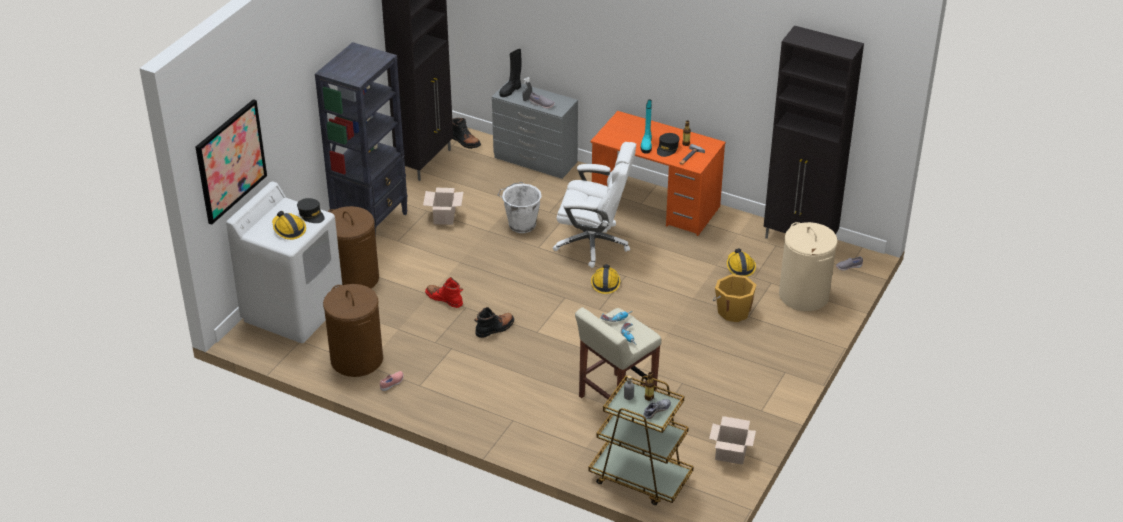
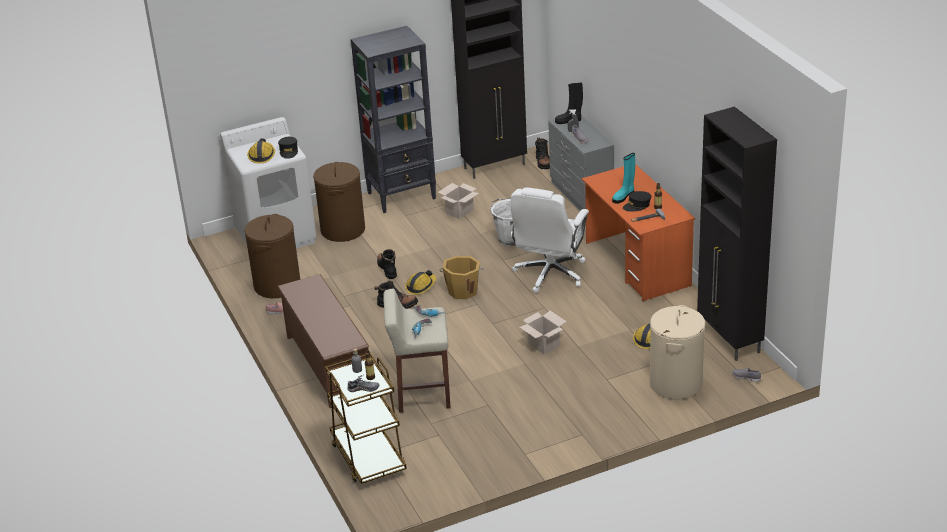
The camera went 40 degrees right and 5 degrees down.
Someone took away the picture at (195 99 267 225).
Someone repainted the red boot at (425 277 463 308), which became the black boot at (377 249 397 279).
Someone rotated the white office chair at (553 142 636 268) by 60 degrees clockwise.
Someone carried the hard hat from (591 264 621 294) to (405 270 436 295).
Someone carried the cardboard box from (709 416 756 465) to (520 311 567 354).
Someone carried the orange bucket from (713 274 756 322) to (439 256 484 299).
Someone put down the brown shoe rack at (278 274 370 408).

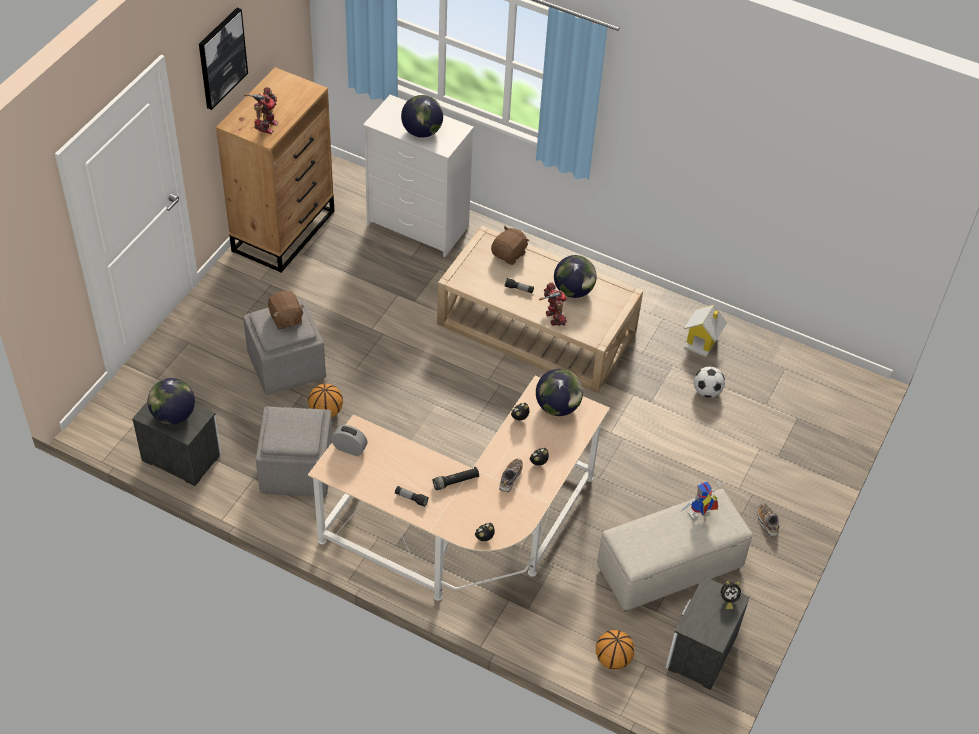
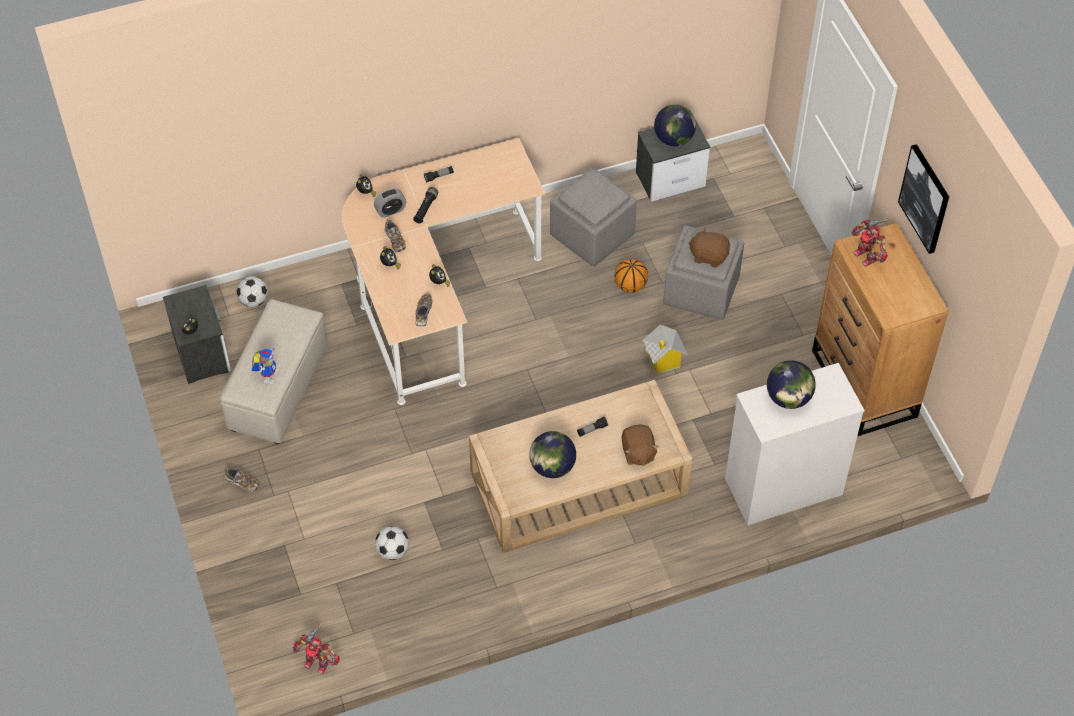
The camera went 135 degrees right and 5 degrees up.
Someone carried the alarm clock from (331 425 367 456) to (374 188 406 218).
Someone swapped the globe at (536 369 583 416) for the shoe at (416 293 432 326).
Someone carried the toy robot from (539 282 567 326) to (293 624 340 674).
Someone swapped the basketball at (596 630 635 670) for the football at (237 276 268 307).
Someone carried the toy house from (684 305 727 357) to (643 325 687 374).

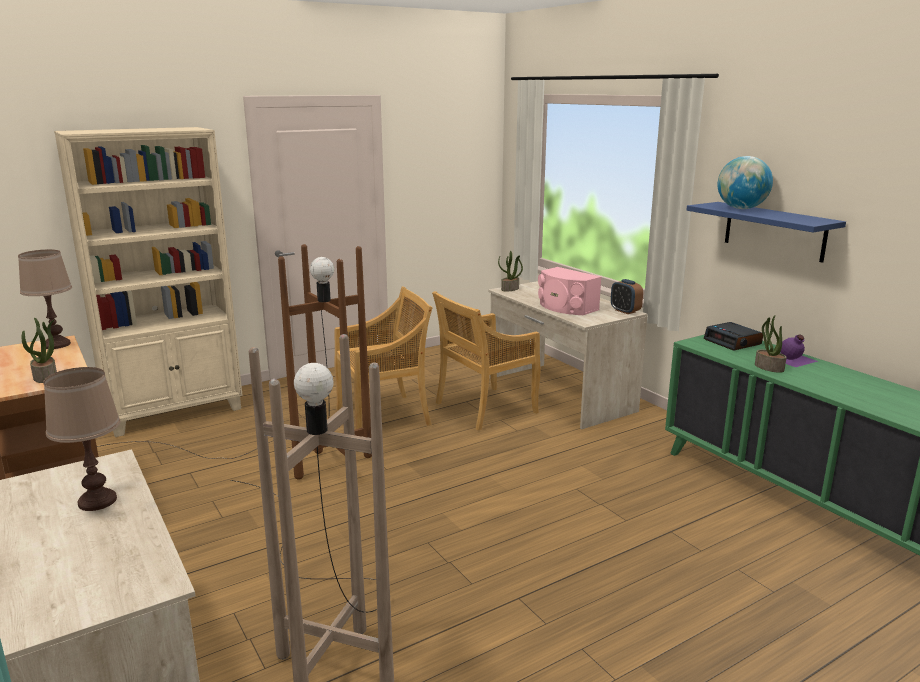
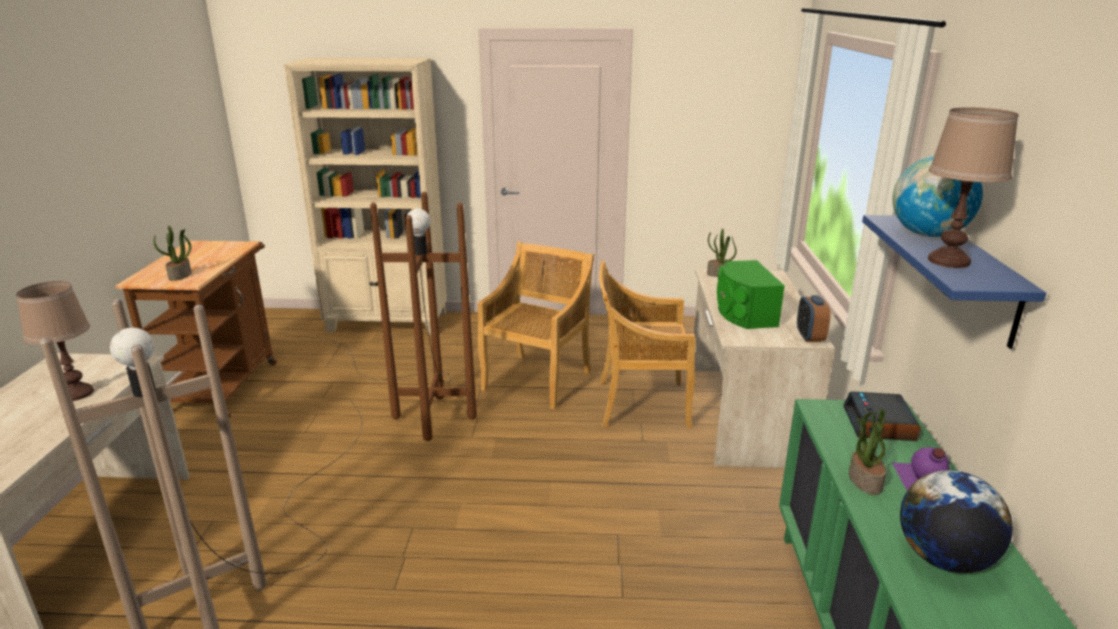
The camera went 35 degrees right and 5 degrees up.
Someone carried the brown table lamp from (18 250 72 349) to (928 107 1019 268).
Someone rotated the beige chair at (334 286 433 429) by 75 degrees counterclockwise.
Someone repainted the pink speaker at (538 267 602 315), which became the green speaker at (717 260 785 329).
Someone put down the globe at (900 470 1013 573).

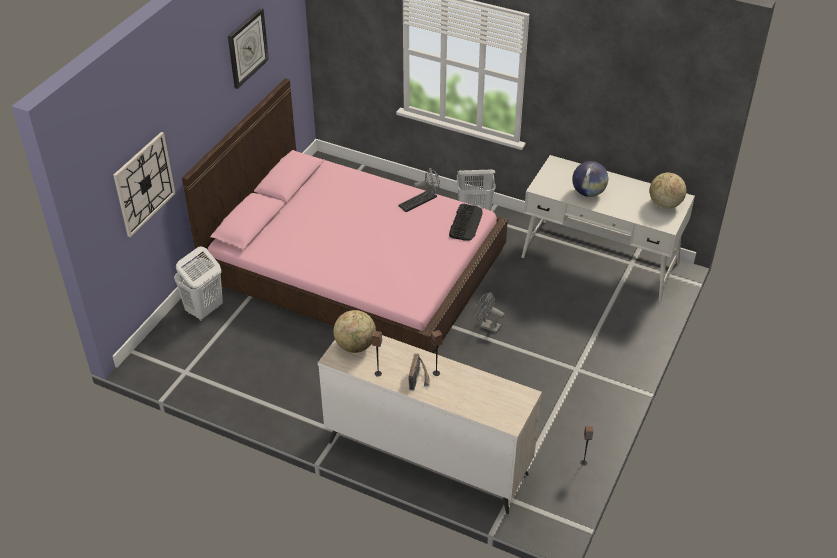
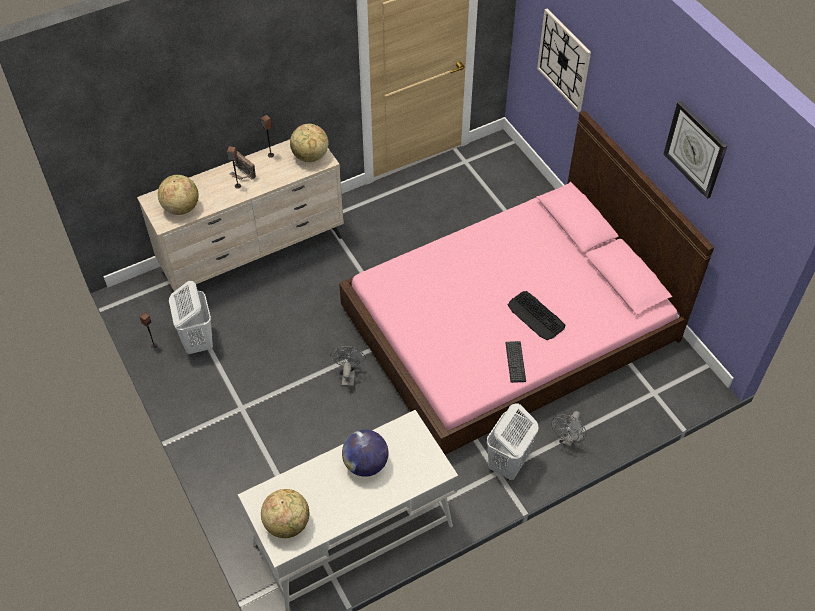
The camera went 125 degrees right and 10 degrees up.
Someone carried the white laundry basket from (174 247 223 321) to (169 281 213 354).
Someone carried the keyboard from (449 204 483 240) to (508 291 566 340).
Someone rotated the grey fan at (475 292 504 333) by 60 degrees counterclockwise.
Someone put down the globe at (158 175 199 215).

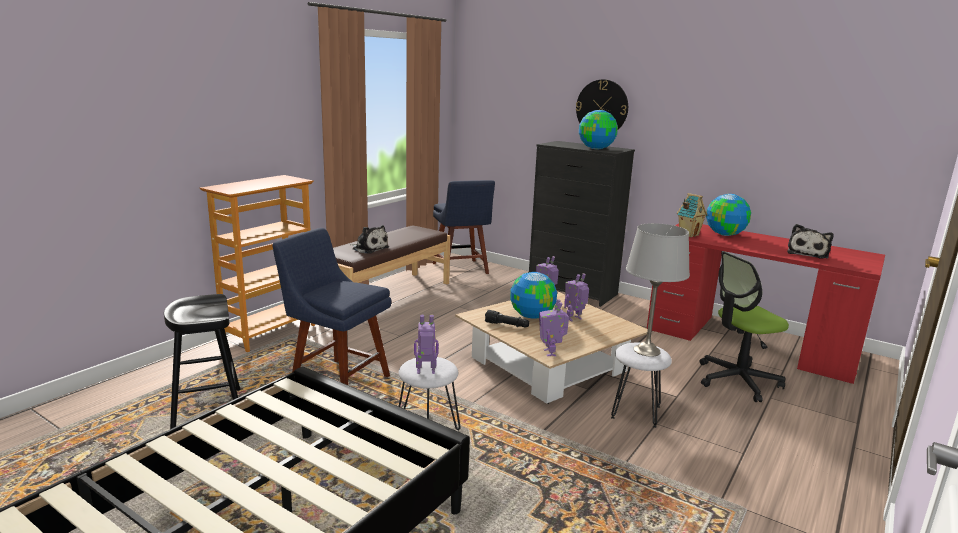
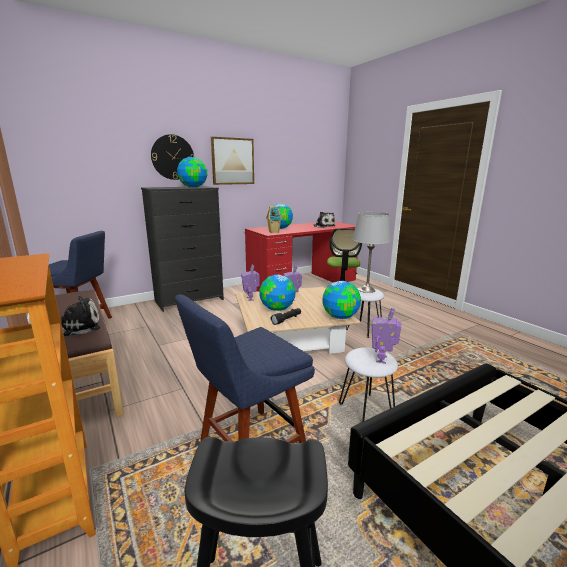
The camera went 65 degrees left and 0 degrees up.
Someone swapped the toy robot at (539 299 569 356) for the globe at (322 281 361 319).
Someone put up the picture at (211 137 254 185).

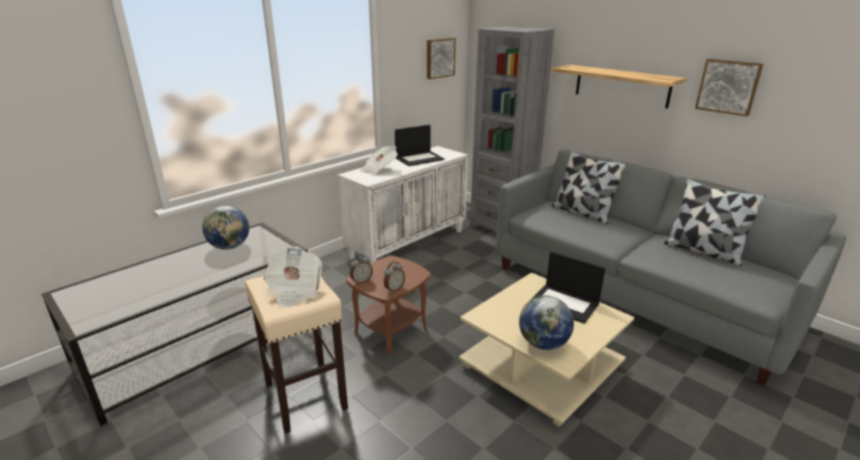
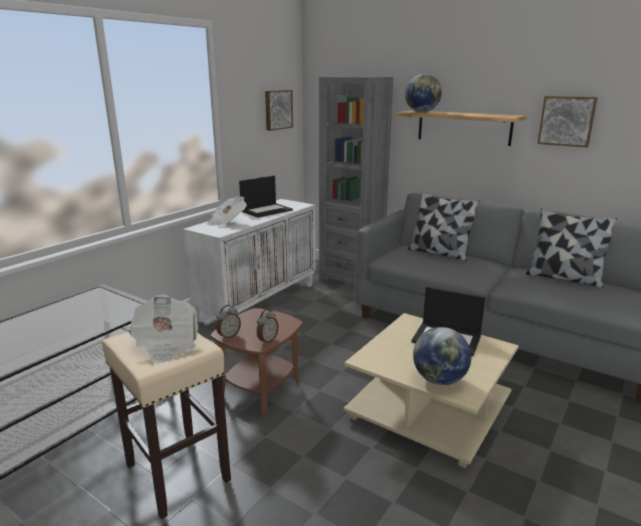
The camera went 10 degrees left and 5 degrees down.
Someone carried the globe from (202 206 249 250) to (405 74 442 112).

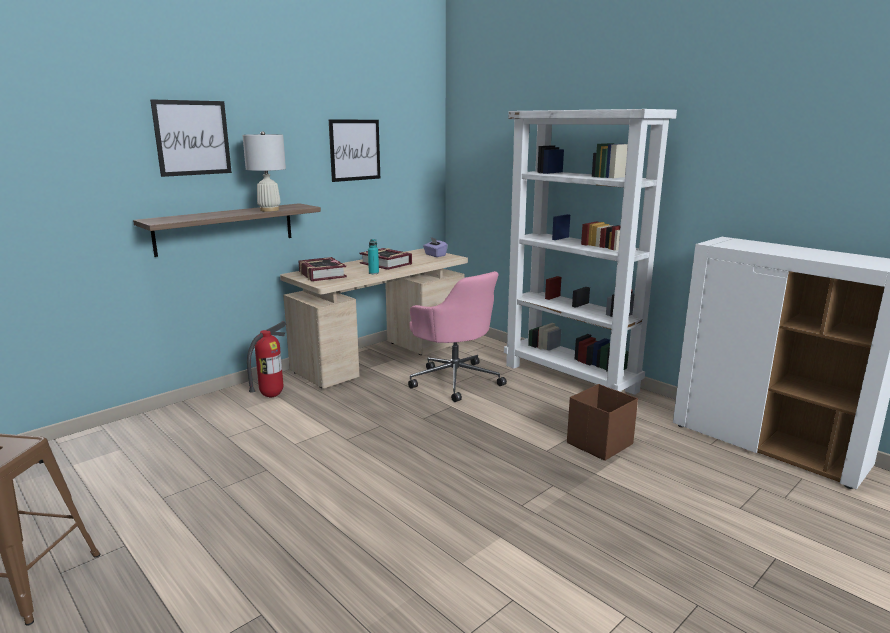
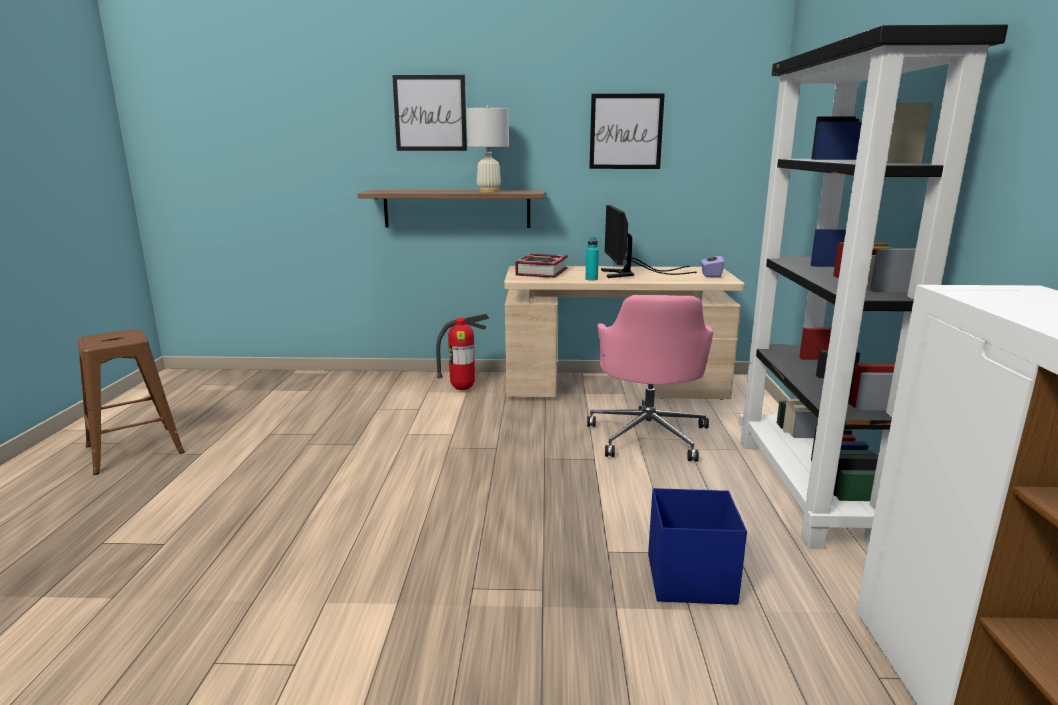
The camera went 45 degrees right and 0 degrees up.
Someone swapped the book at (359 248 412 270) for the monitor at (601 205 697 278).
Someone repainted the white bookcase at (504 109 677 395), which became the black bookcase at (739 25 1008 548).
Someone repainted the brown storage box at (567 384 638 461), which became the blue storage box at (648 488 747 605).

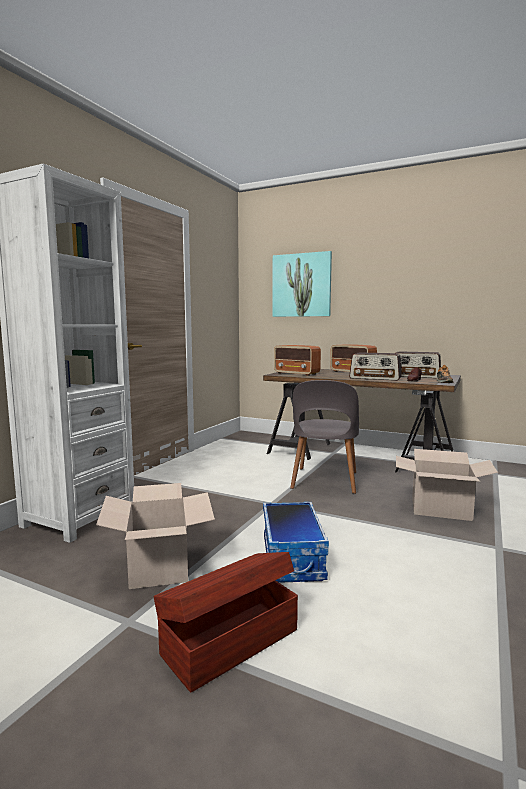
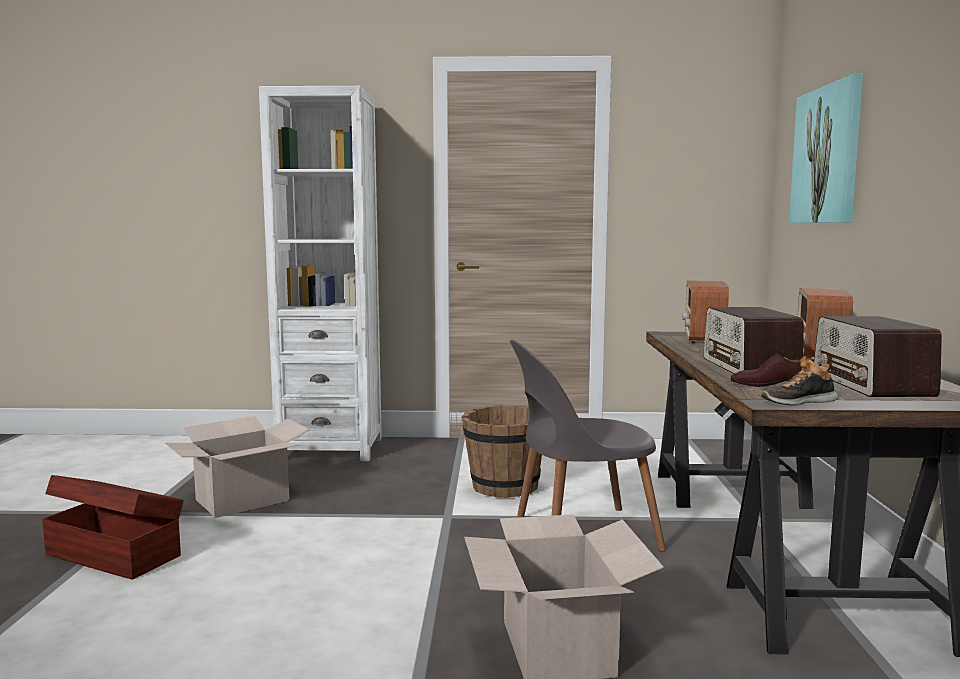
The camera went 65 degrees right and 0 degrees up.
Someone took away the storage box at (263 502 329 583).
Someone put down the brown bucket at (462 405 542 498).

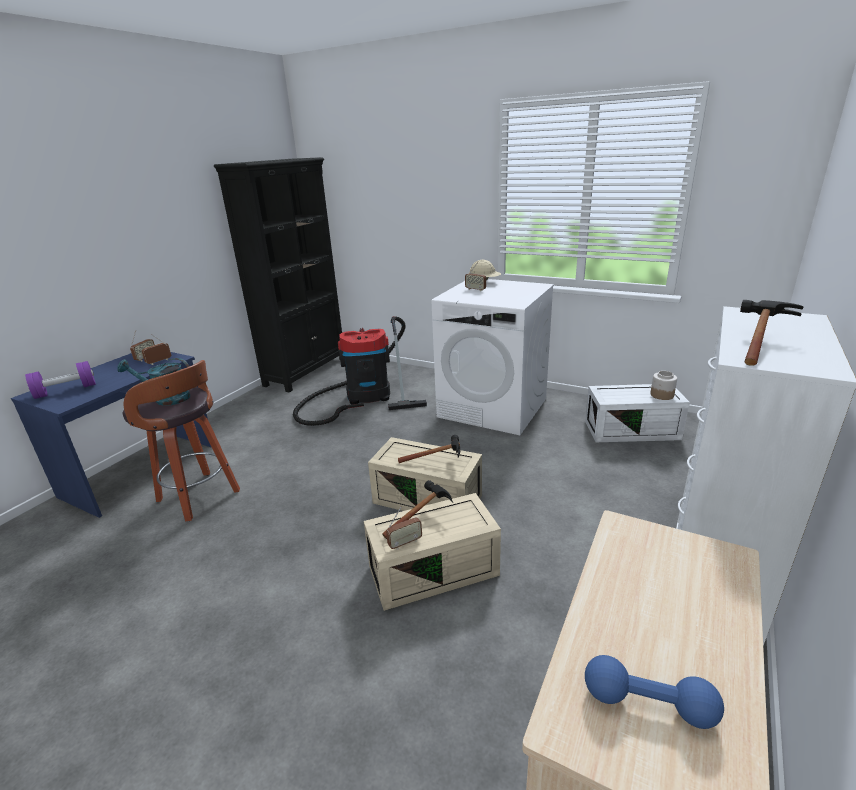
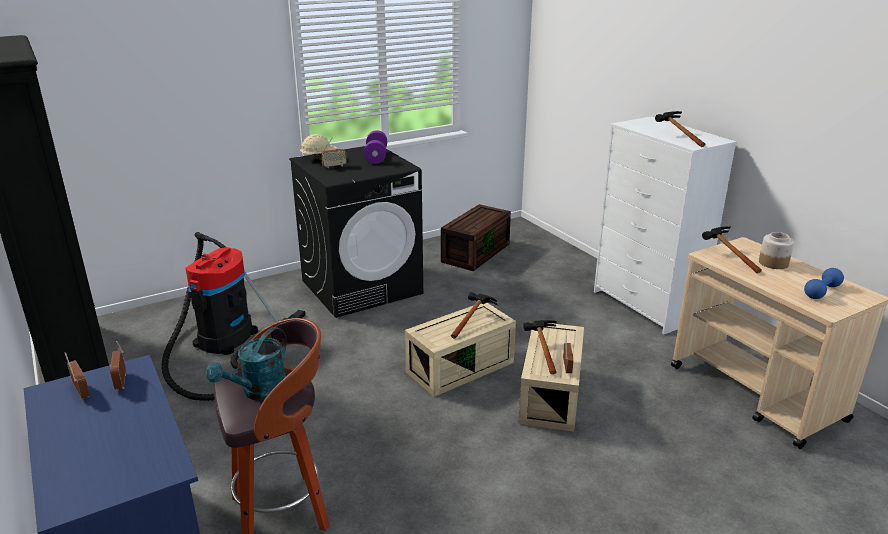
The camera went 60 degrees left and 0 degrees up.
Someone carried the purple dumbbell from (25 361 96 399) to (364 130 387 164).
Someone repainted the white washing machine at (431 279 554 435), which became the black washing machine at (289 146 423 318).
Someone repainted the white storage box at (585 384 690 442), which became the brown storage box at (441 204 511 271).
Someone carried the jar from (650 371 677 400) to (759 232 794 269).
Someone put down the hammer at (702 226 762 274).

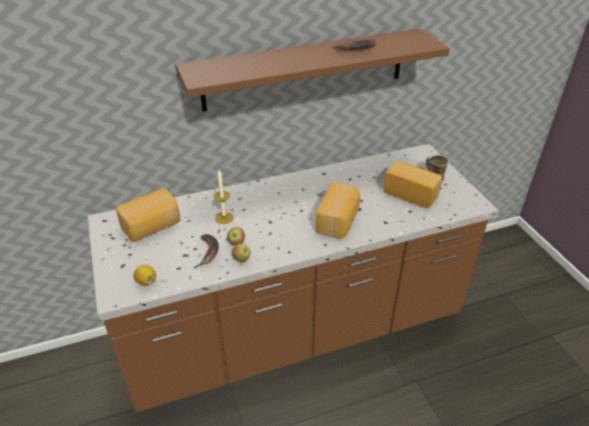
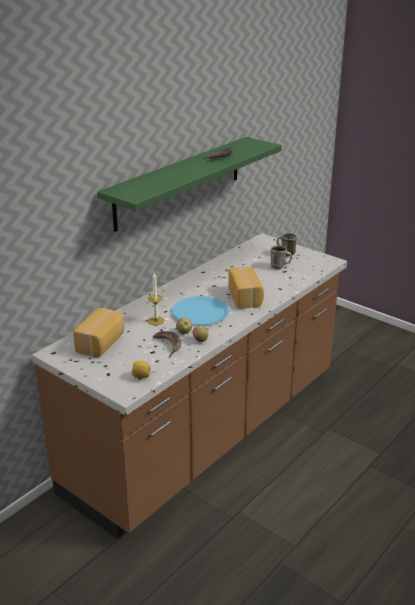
The camera went 30 degrees left and 10 degrees down.
Someone repainted the brown shelf at (175 29 450 111), which became the green shelf at (97 137 282 232).
Someone swapped the bread at (383 161 442 208) for the mug at (271 245 292 269).
Someone put down the blue plate at (172 296 229 325).

